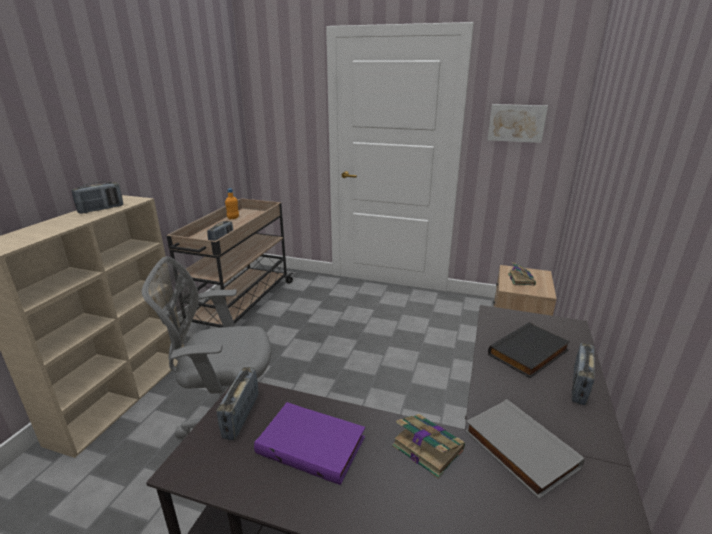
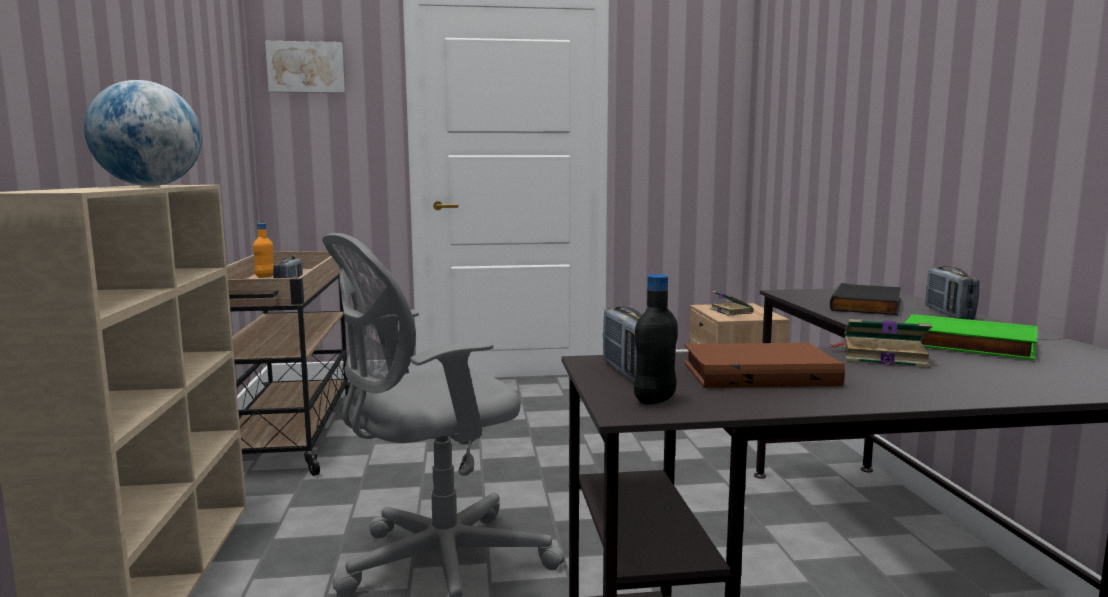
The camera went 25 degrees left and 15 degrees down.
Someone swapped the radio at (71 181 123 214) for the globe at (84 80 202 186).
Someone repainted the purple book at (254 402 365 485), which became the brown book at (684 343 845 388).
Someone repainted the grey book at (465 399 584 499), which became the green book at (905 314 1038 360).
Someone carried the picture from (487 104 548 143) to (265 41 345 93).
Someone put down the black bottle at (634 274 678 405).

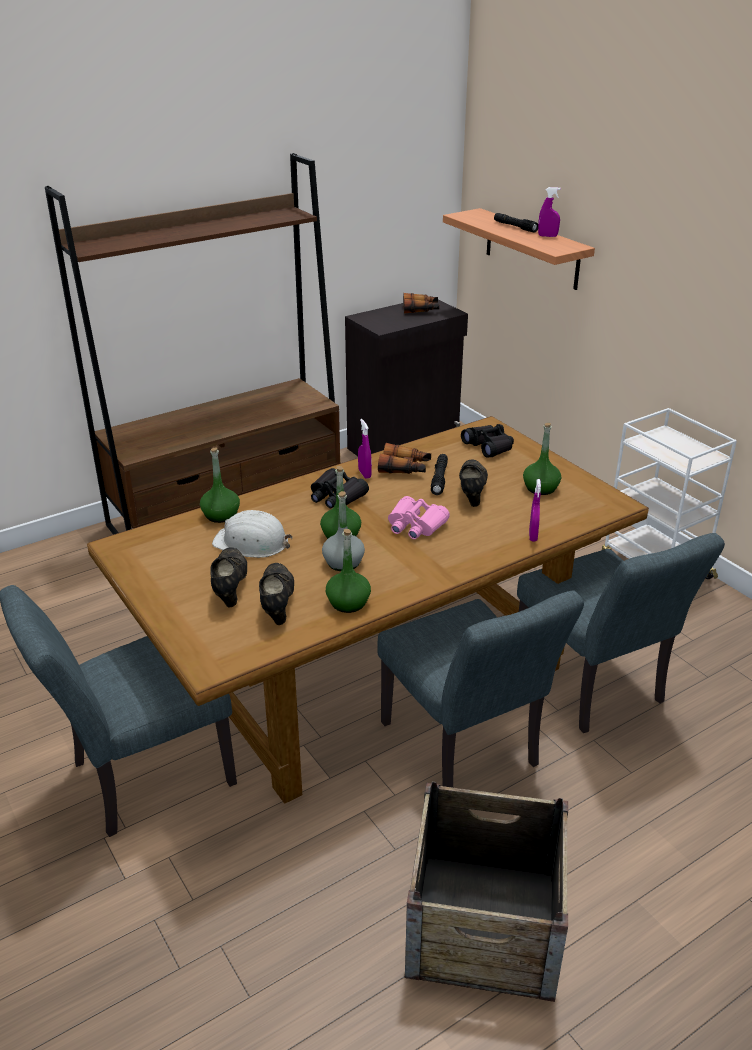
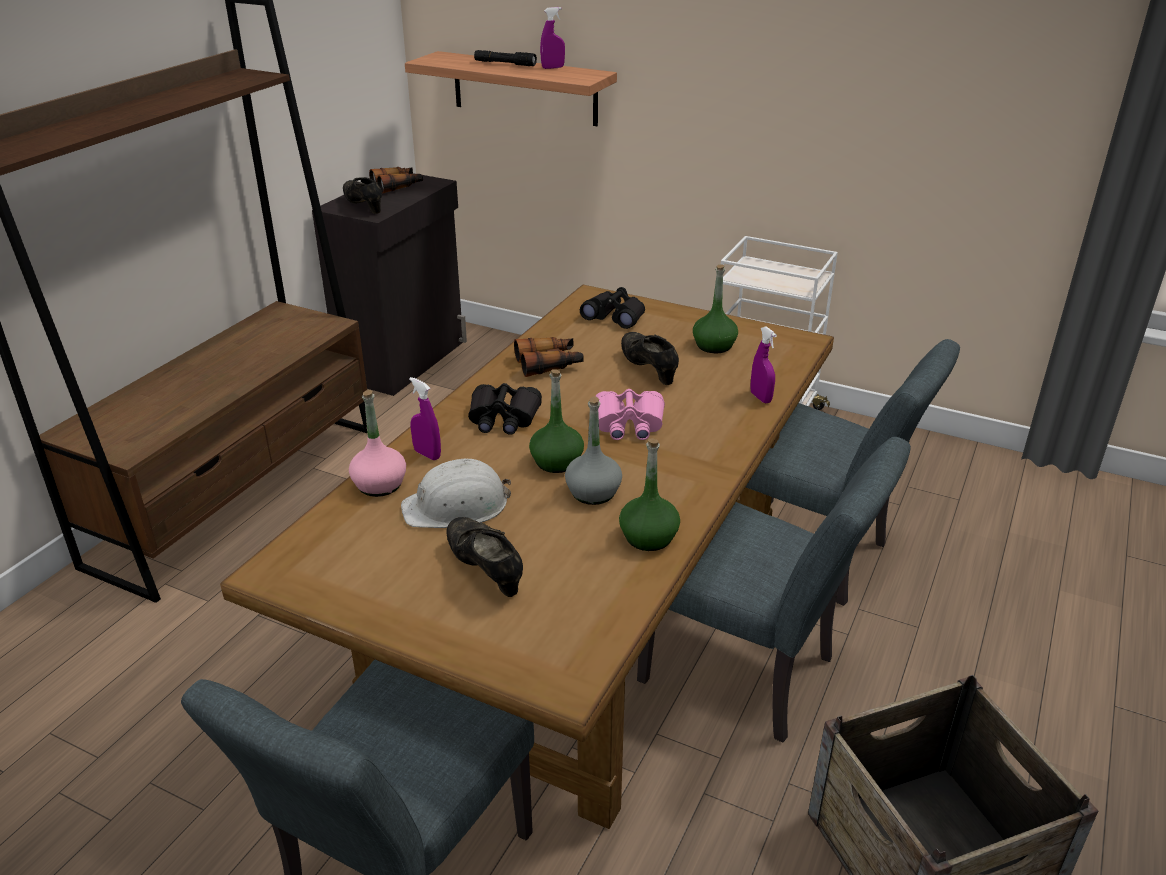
The camera went 30 degrees left and 0 degrees up.
Someone repainted the green bottle at (200 447 240 523), which became the pink bottle at (349 390 406 497).
Someone carried the black shoe from (259 563 294 625) to (343 177 382 214).
Someone carried the purple spray bottle from (358 419 372 479) to (409 377 441 460).
Someone took away the black flashlight at (431 454 448 495).

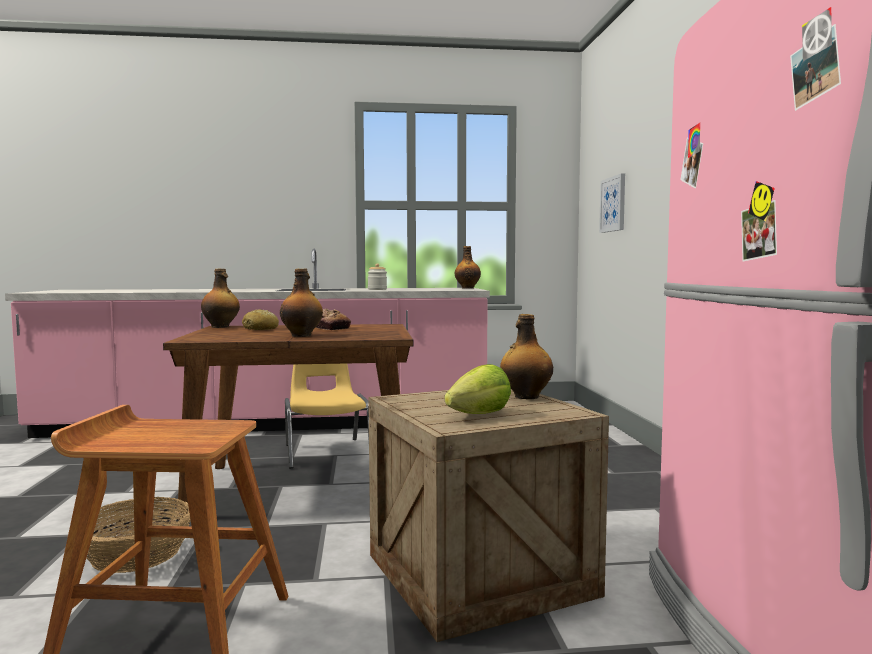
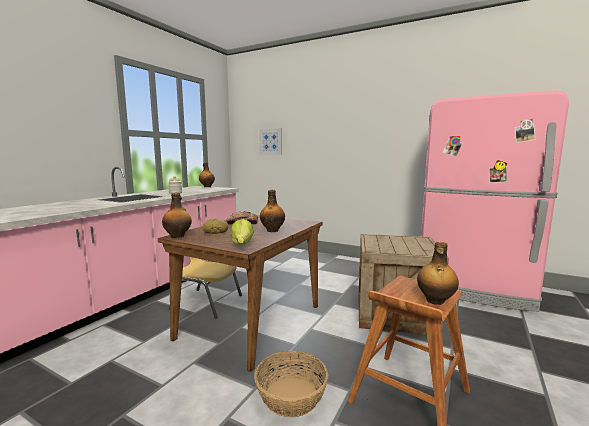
The camera went 55 degrees left and 5 degrees up.
Someone carried the lettuce from (444 364 511 414) to (231 219 254 246).
Someone carried the bottle from (500 314 553 399) to (417 242 459 305).

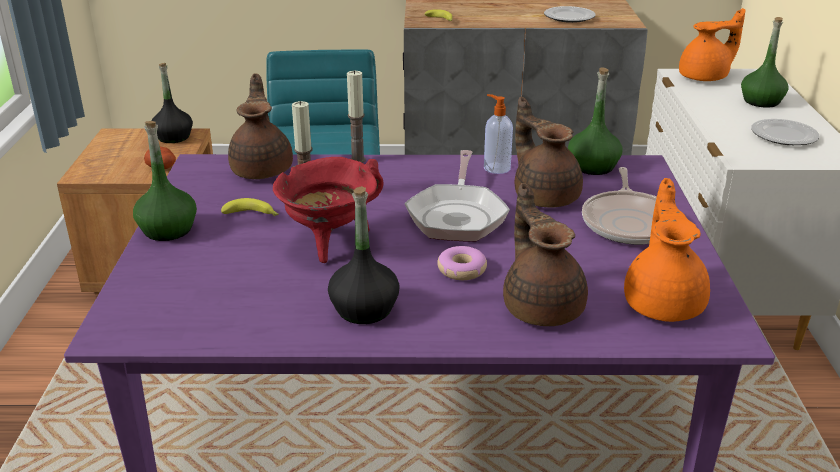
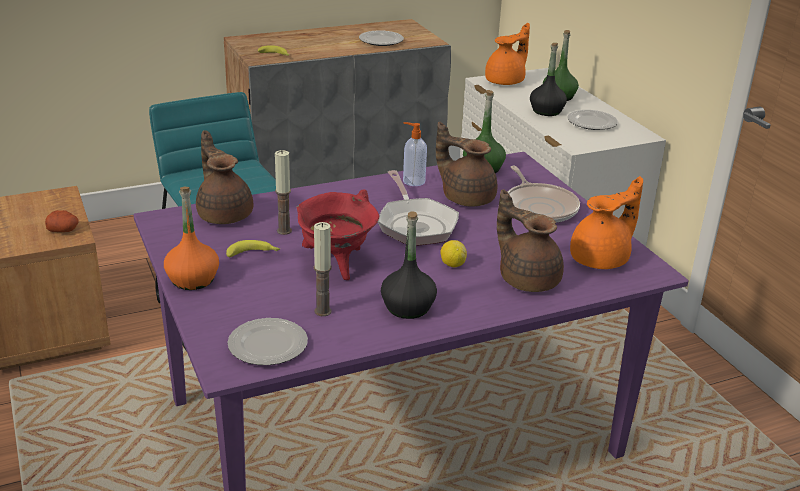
The camera went 25 degrees left and 0 degrees up.
Someone repainted the green bottle at (133 121 197 241), which became the orange bottle at (164 187 219 290).
Someone carried the black bottle from (152 63 193 143) to (530 43 567 116).
Someone carried the candle from (347 70 366 163) to (314 222 332 316).
Someone swapped the donut at (437 246 487 280) for the lemon at (440 240 467 267).
Someone rotated the orange teapot at (624 178 710 322) by 75 degrees clockwise.
Someone put down the plate at (227 318 308 365).

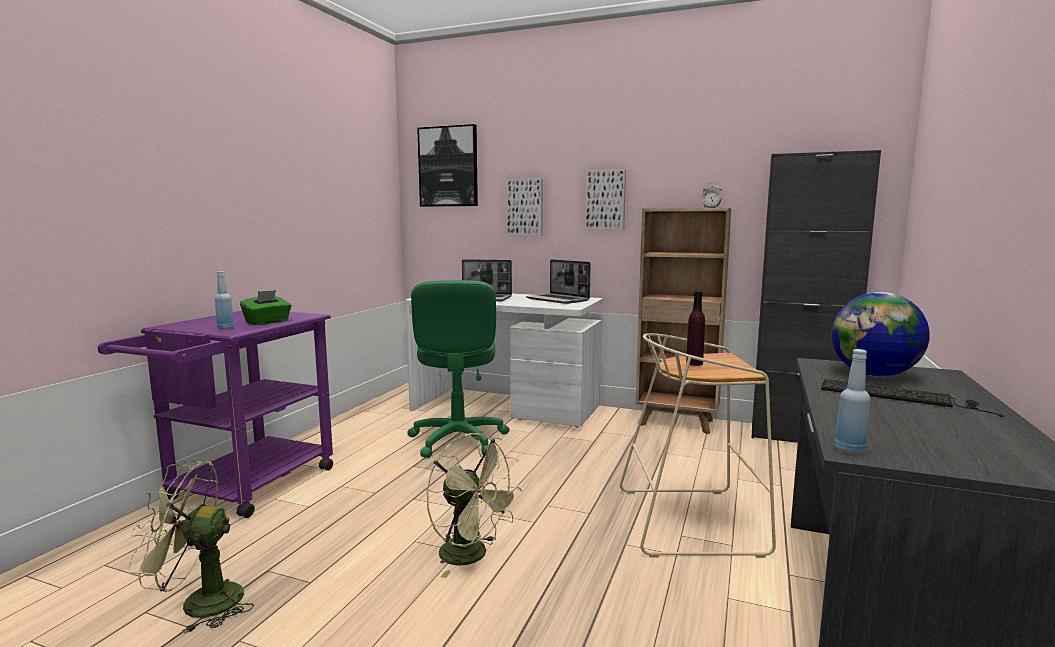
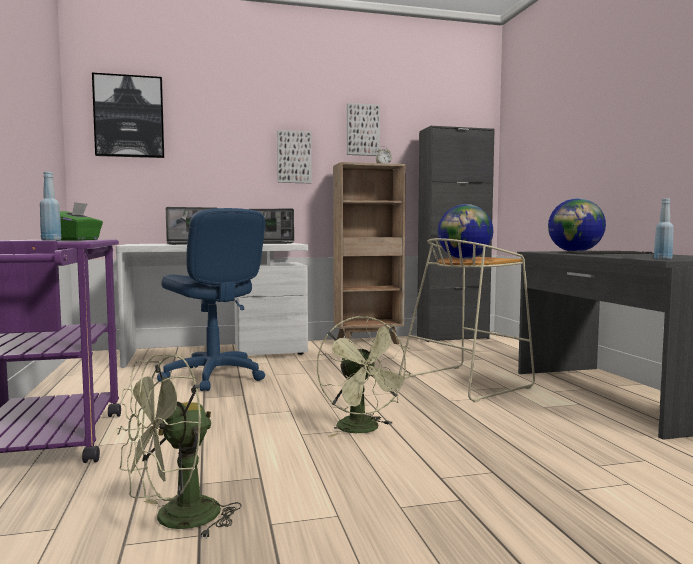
The camera went 35 degrees left and 5 degrees down.
Someone repainted the green office chair at (407 280 509 458), which became the blue office chair at (157 208 265 391).
Someone rotated the green fan at (427 433 522 578) by 60 degrees clockwise.
Someone carried the picture from (506 178 543 236) to (347 103 380 156).
Someone swapped the purple bottle at (686 291 705 366) for the globe at (438 204 493 259).

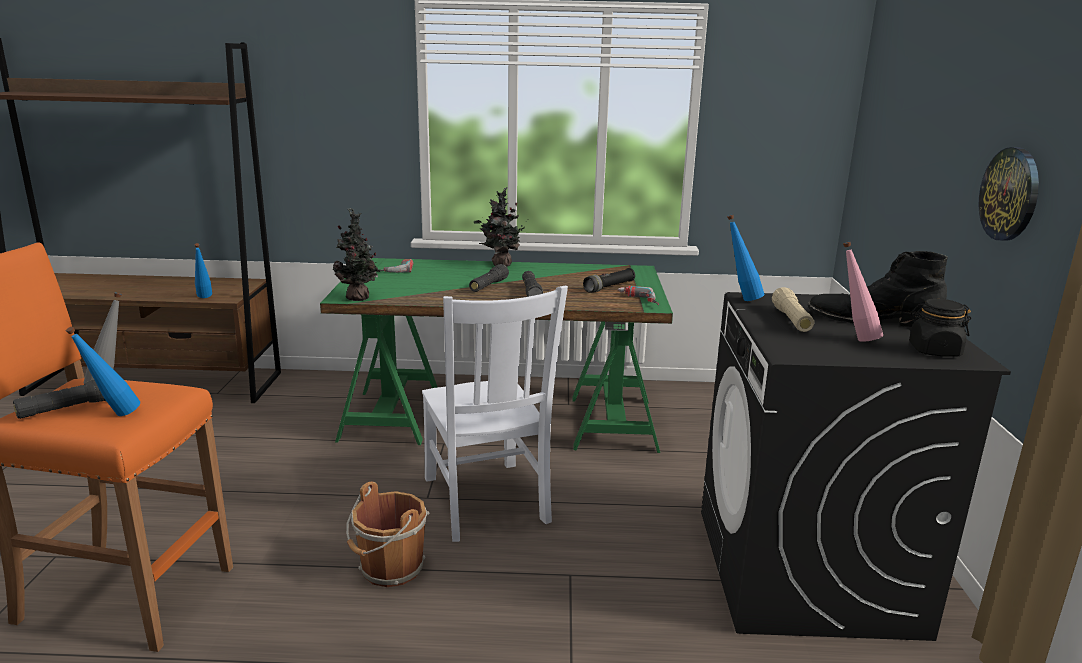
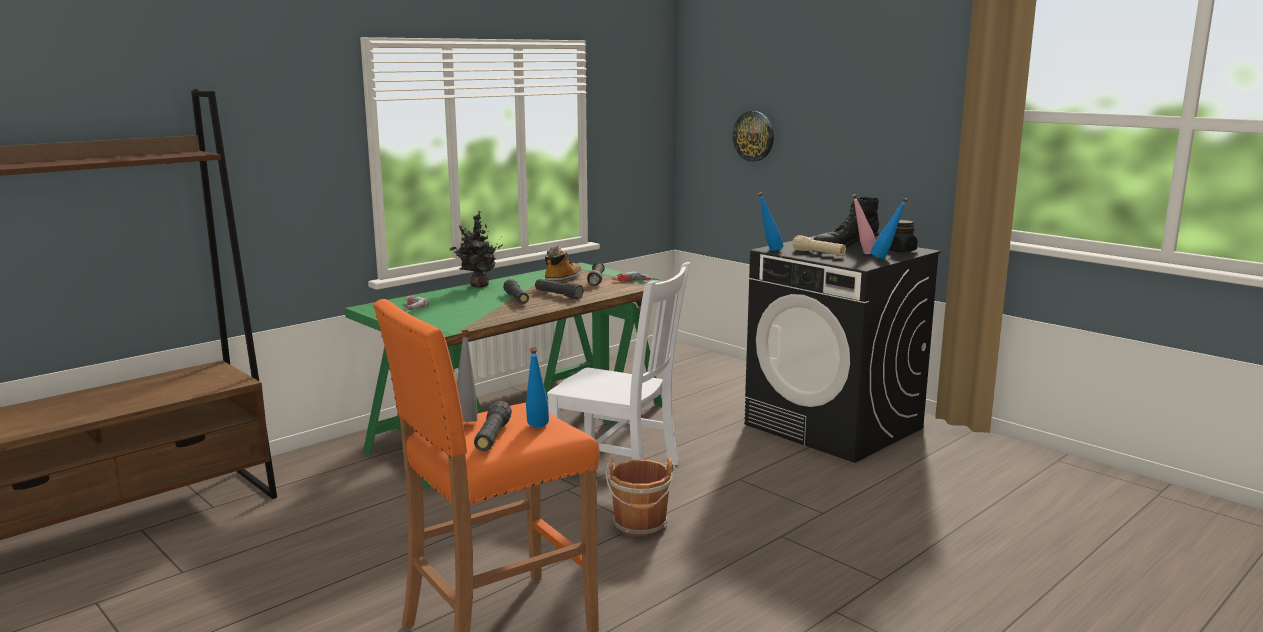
The camera went 45 degrees left and 5 degrees down.
Someone carried the blue bottle from (194 243 212 298) to (870 198 908 259).
Someone took away the potted plant at (333 208 383 301).
Someone carried the wall clock from (979 147 1039 241) to (733 111 774 162).
Someone put down the boot at (545 246 581 283).

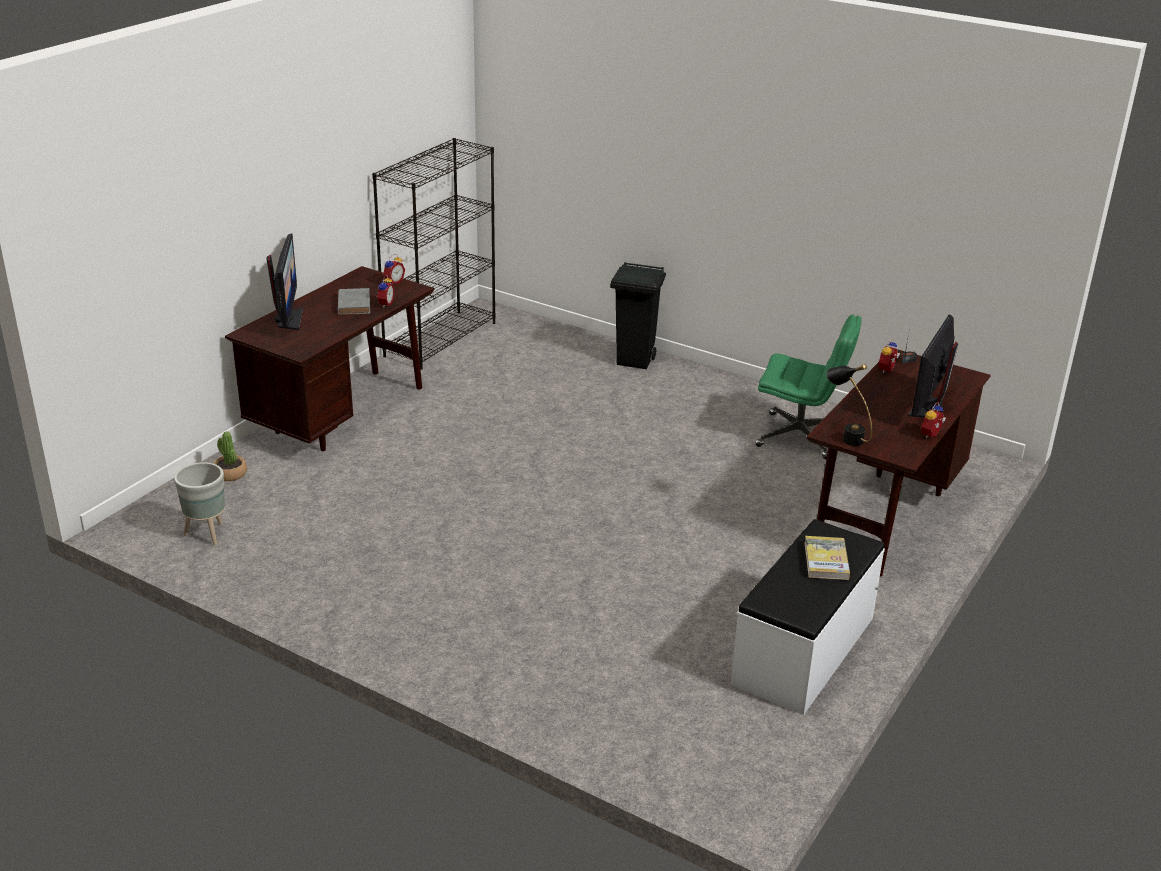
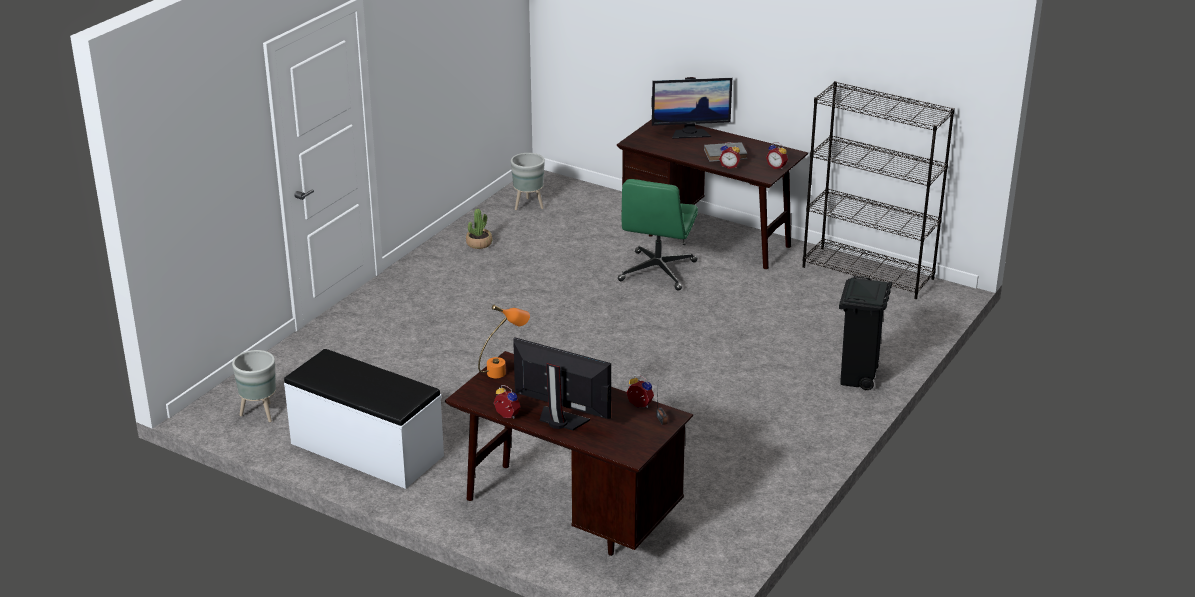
The camera went 90 degrees right and 0 degrees up.
Someone carried the potted plant from (214 431 247 481) to (466 209 492 249).
Someone carried the green office chair from (755 314 862 459) to (618 179 698 291).
Someone took away the book at (804 536 850 580).
Someone repainted the black table lamp at (827 364 872 446), which became the orange table lamp at (478 305 530 378).
Someone put down the grey planter at (232 350 276 422).

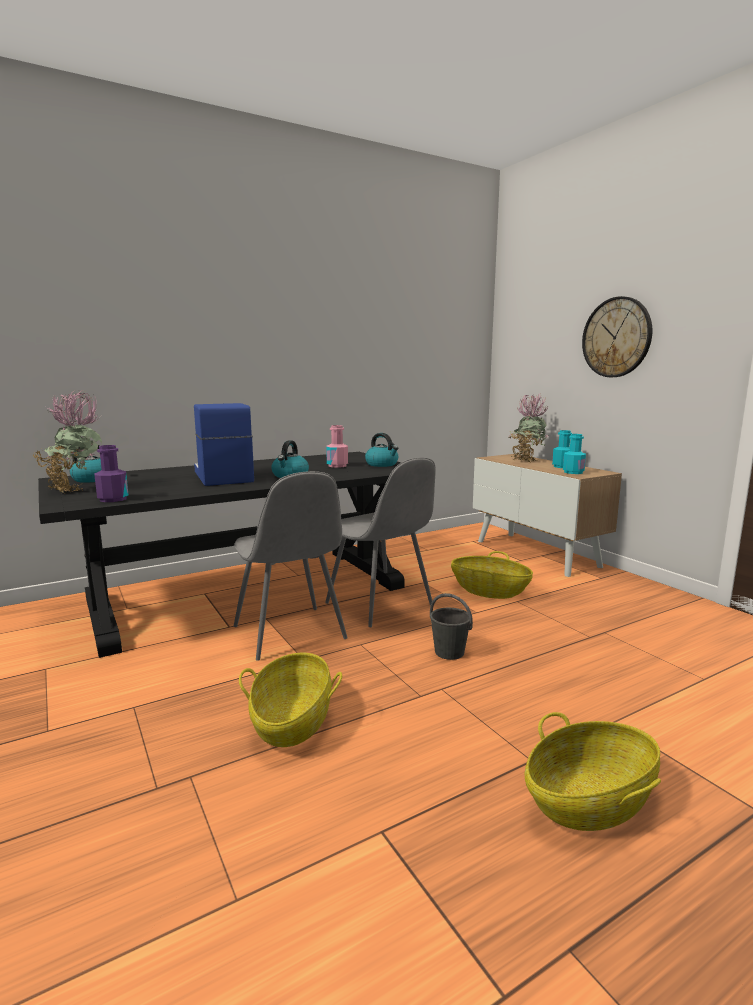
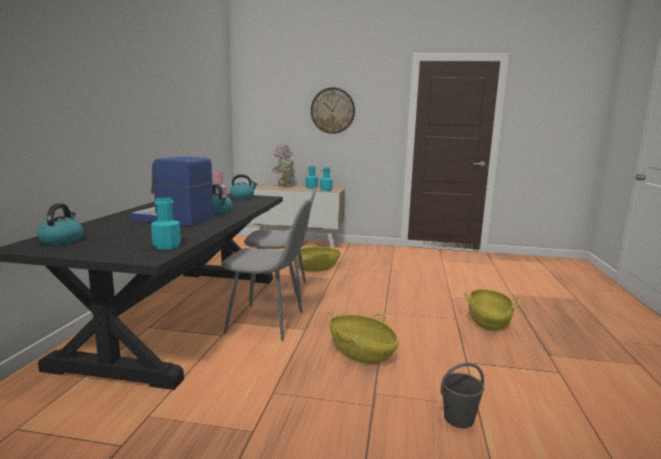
The camera went 50 degrees left and 0 degrees up.
Someone took away the potted plant at (33 390 102 494).
Someone repainted the purple bottle at (94 445 129 502), which became the turquoise bottle at (151 198 181 250).
Someone carried the grey bucket from (430 593 473 660) to (440 363 484 428).

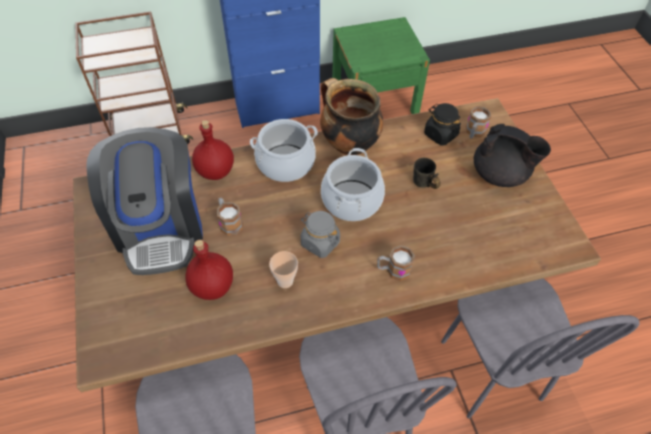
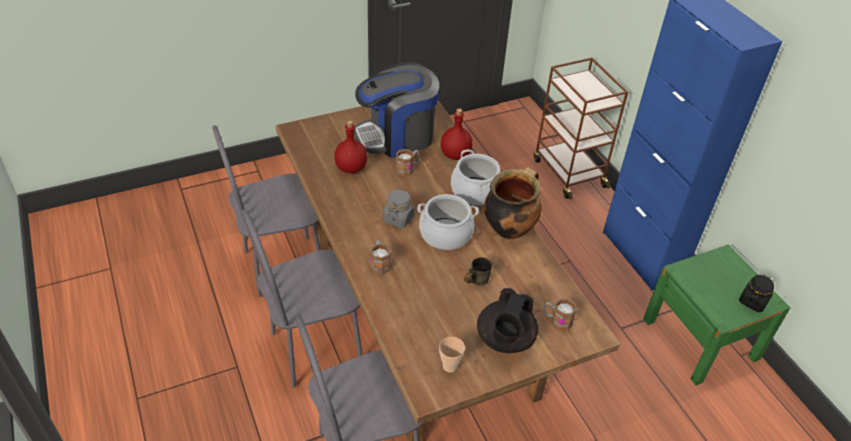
The camera went 80 degrees right and 10 degrees down.
Someone carried the cup from (269 251 298 288) to (439 337 465 373).
Someone carried the black jar from (424 103 461 145) to (739 275 774 312).

